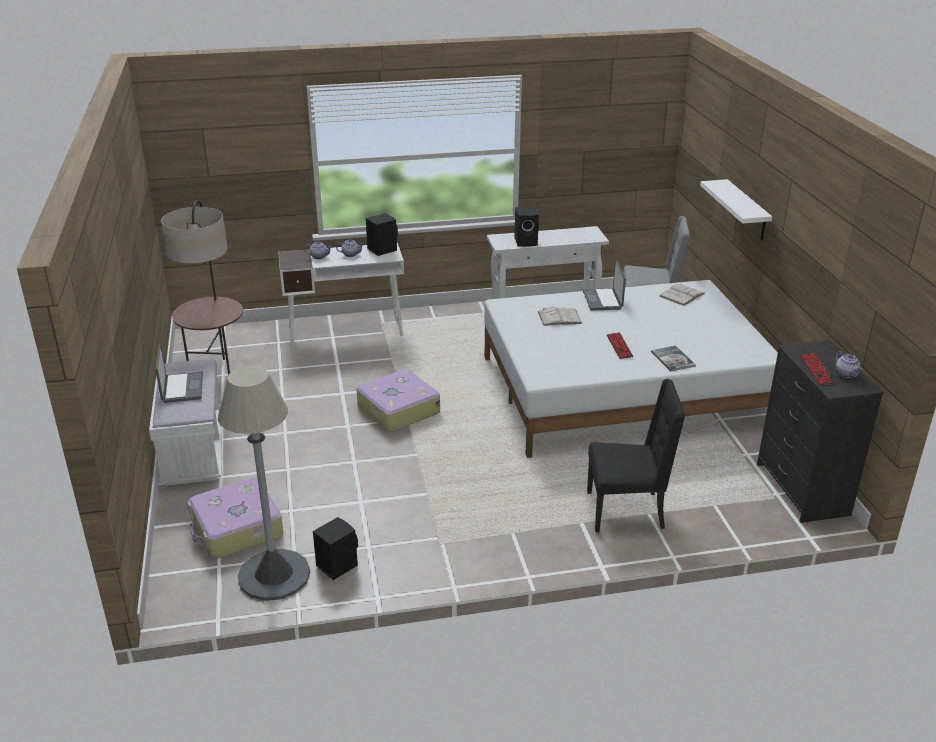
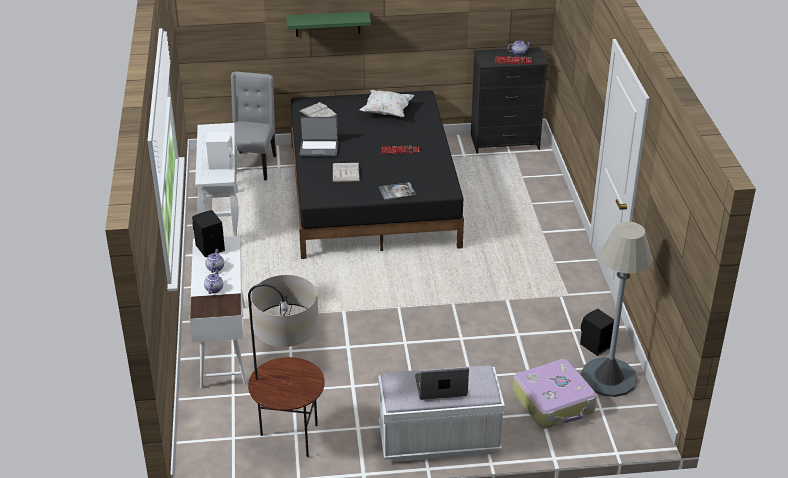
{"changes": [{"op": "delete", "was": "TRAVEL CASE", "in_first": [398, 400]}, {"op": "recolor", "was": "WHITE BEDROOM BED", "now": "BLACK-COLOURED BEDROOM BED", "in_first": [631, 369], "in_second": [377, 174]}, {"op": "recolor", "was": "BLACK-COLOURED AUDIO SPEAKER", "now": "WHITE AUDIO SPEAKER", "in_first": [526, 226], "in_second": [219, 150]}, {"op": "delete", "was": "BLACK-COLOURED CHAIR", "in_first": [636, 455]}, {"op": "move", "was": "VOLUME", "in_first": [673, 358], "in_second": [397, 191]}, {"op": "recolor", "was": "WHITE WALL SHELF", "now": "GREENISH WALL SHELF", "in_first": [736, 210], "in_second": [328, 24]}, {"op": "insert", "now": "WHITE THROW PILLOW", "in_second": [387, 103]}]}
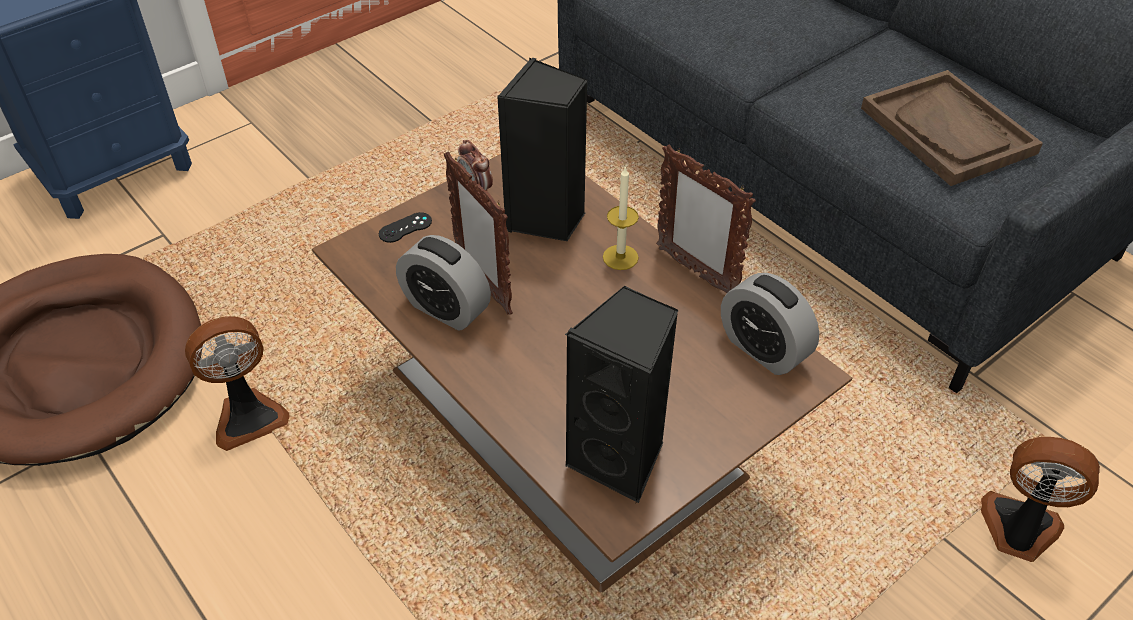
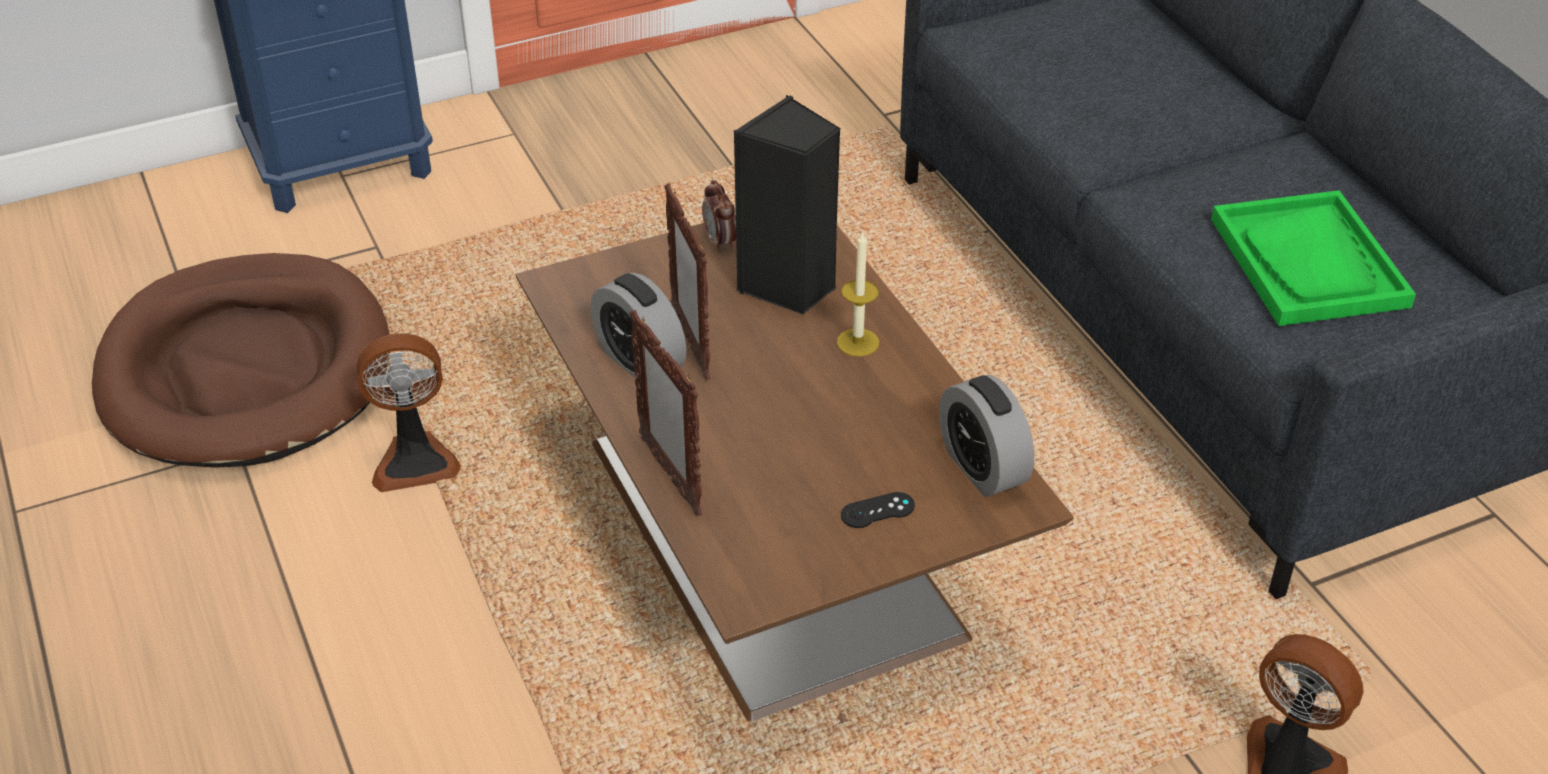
{"changes": [{"op": "move", "was": "BLACK-COLOURED GAME CONTROLLER", "in_first": [405, 227], "in_second": [878, 510]}, {"op": "delete", "was": "BLACK-COLOURED AUDIO SPEAKER", "in_first": [621, 394]}, {"op": "move", "was": "STANDING FRAME", "in_first": [706, 218], "in_second": [665, 413]}, {"op": "recolor", "was": "BROWN TRAY", "now": "GREENISH TRAY", "in_first": [952, 128], "in_second": [1313, 258]}]}
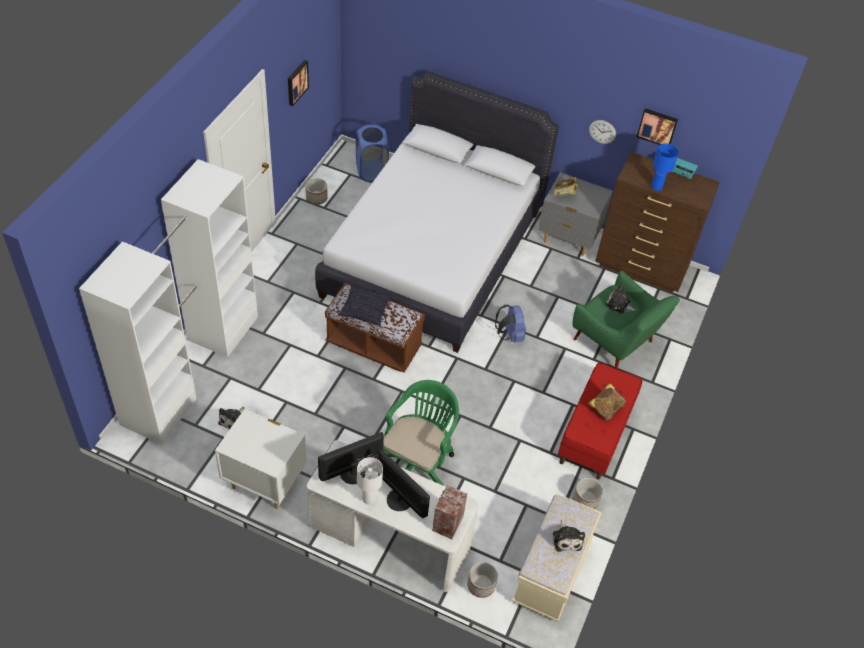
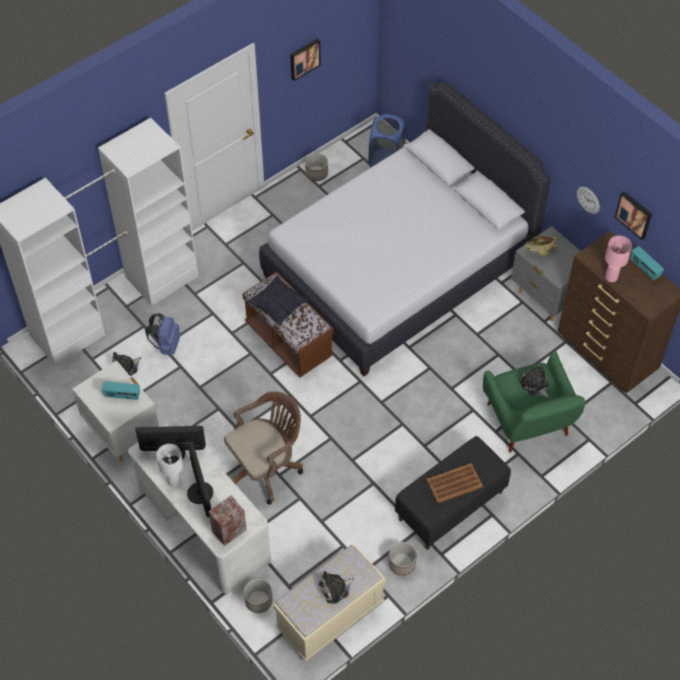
{"changes": [{"op": "recolor", "was": "GREENISH COMPUTER CHAIR", "now": "BROWN COMPUTER CHAIR", "in_first": [421, 433], "in_second": [263, 447]}, {"op": "move", "was": "BLUE BACKPACK", "in_first": [510, 323], "in_second": [163, 334]}, {"op": "rotate", "was": "SOFT TOY", "in_first": [569, 536], "in_second": [336, 587], "clockwise": 45}, {"op": "recolor", "was": "RED INDOOR BENCH", "now": "BLACK-COLOURED INDOOR BENCH", "in_first": [600, 421], "in_second": [453, 493]}, {"op": "replace", "was": "VOLUME", "now": "BROWN TRAY", "in_first": [607, 402], "in_second": [454, 483]}, {"op": "recolor", "was": "BLUE TABLE LAMP", "now": "PINK TABLE LAMP", "in_first": [665, 167], "in_second": [618, 259]}, {"op": "insert", "now": "RADIO", "in_second": [121, 390]}]}
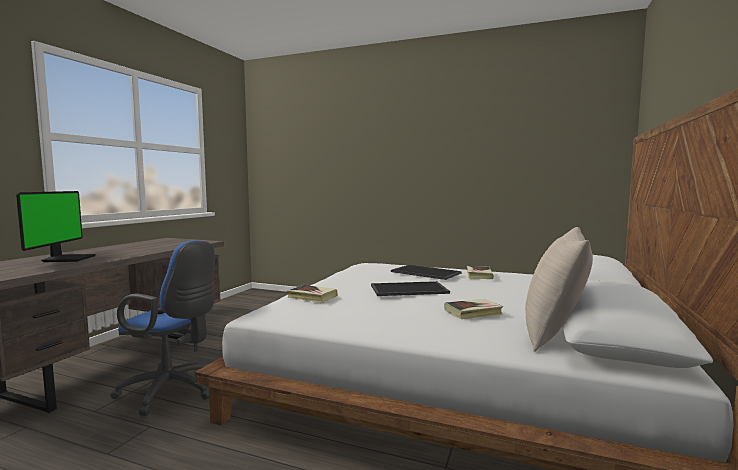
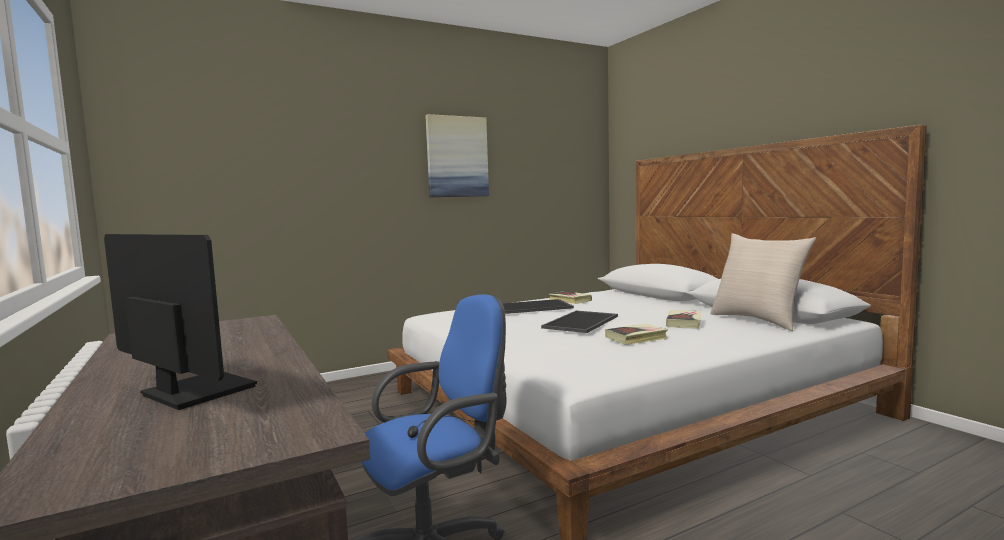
{"changes": [{"op": "move", "was": "VOLUME", "in_first": [312, 294], "in_second": [636, 334]}, {"op": "insert", "now": "WALL ART", "in_second": [457, 155]}]}
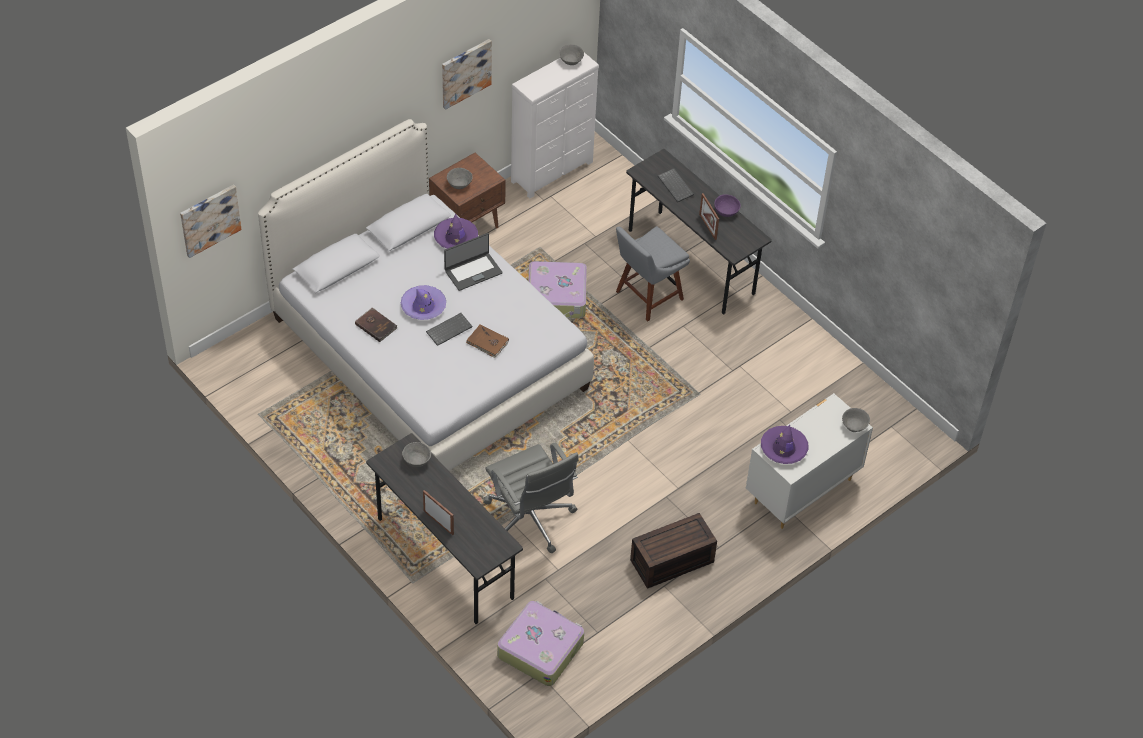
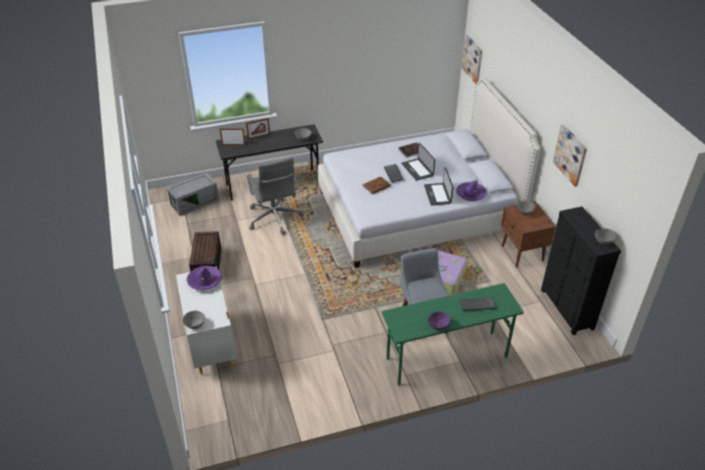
{"changes": [{"op": "replace", "was": "PURPLE HAT", "now": "LAPTOP", "in_first": [423, 302], "in_second": [418, 162]}, {"op": "rotate", "was": "GREYISH COMPUTER CHAIR", "in_first": [531, 498], "in_second": [275, 196], "clockwise": -105}, {"op": "replace", "was": "TRAVEL CASE", "now": "GREYISH STORAGE BOX", "in_first": [540, 643], "in_second": [193, 194]}, {"op": "recolor", "was": "WHITE CHEST OF DRAWERS", "now": "BLACK-COLOURED CHEST OF DRAWERS", "in_first": [555, 126], "in_second": [581, 270]}, {"op": "recolor", "was": "GREYISH DESK", "now": "GREENISH DESK", "in_first": [699, 231], "in_second": [453, 334]}, {"op": "move", "was": "STANDING FRAME", "in_first": [709, 216], "in_second": [233, 136]}]}
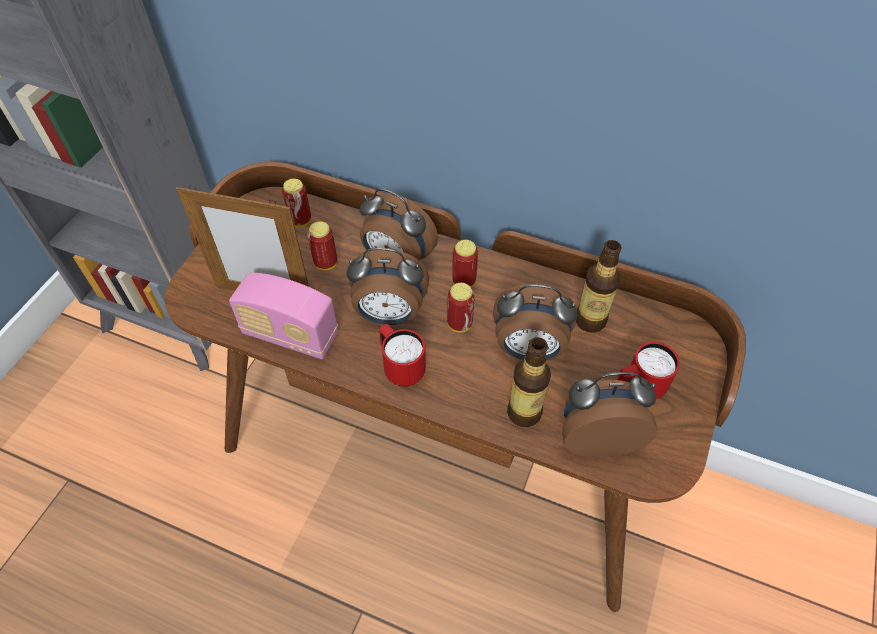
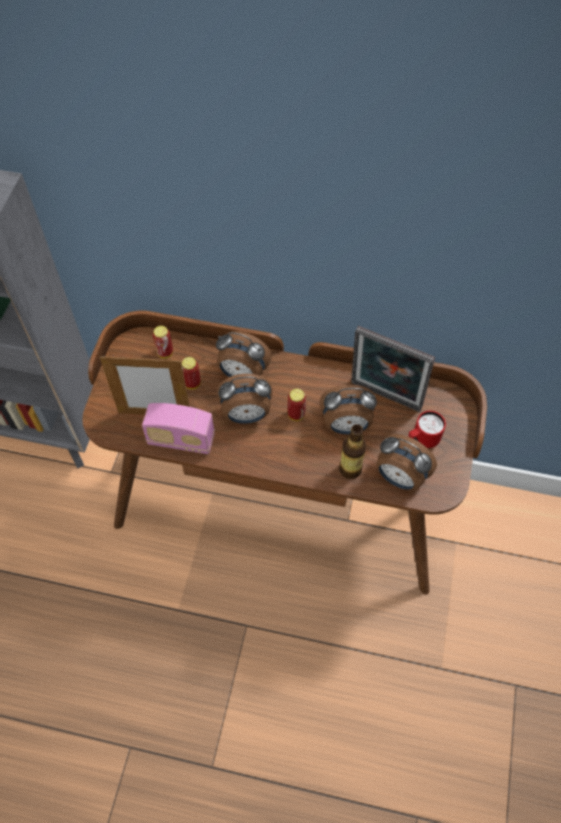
{"changes": [{"op": "delete", "was": "RED COFFEE MUG", "in_first": [402, 355]}, {"op": "delete", "was": "SEALED CAN", "in_first": [465, 263]}, {"op": "rotate", "was": "BEDSIDE CLOCK", "in_first": [610, 415], "in_second": [406, 462], "clockwise": -135}, {"op": "replace", "was": "DRINK BOTTLE", "now": "STANDING FRAME", "in_first": [598, 286], "in_second": [393, 369]}]}
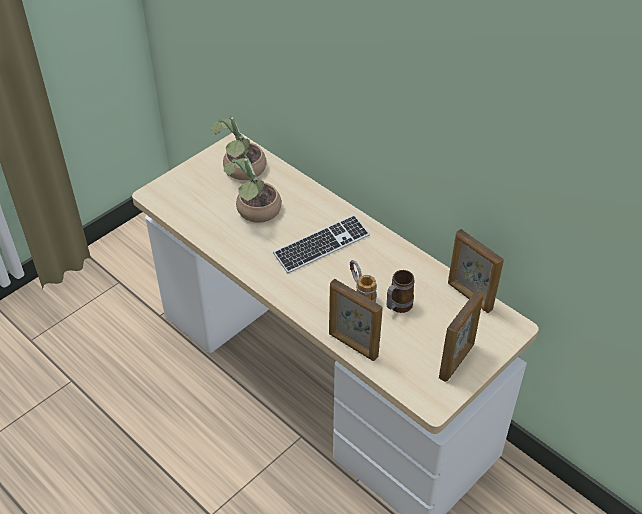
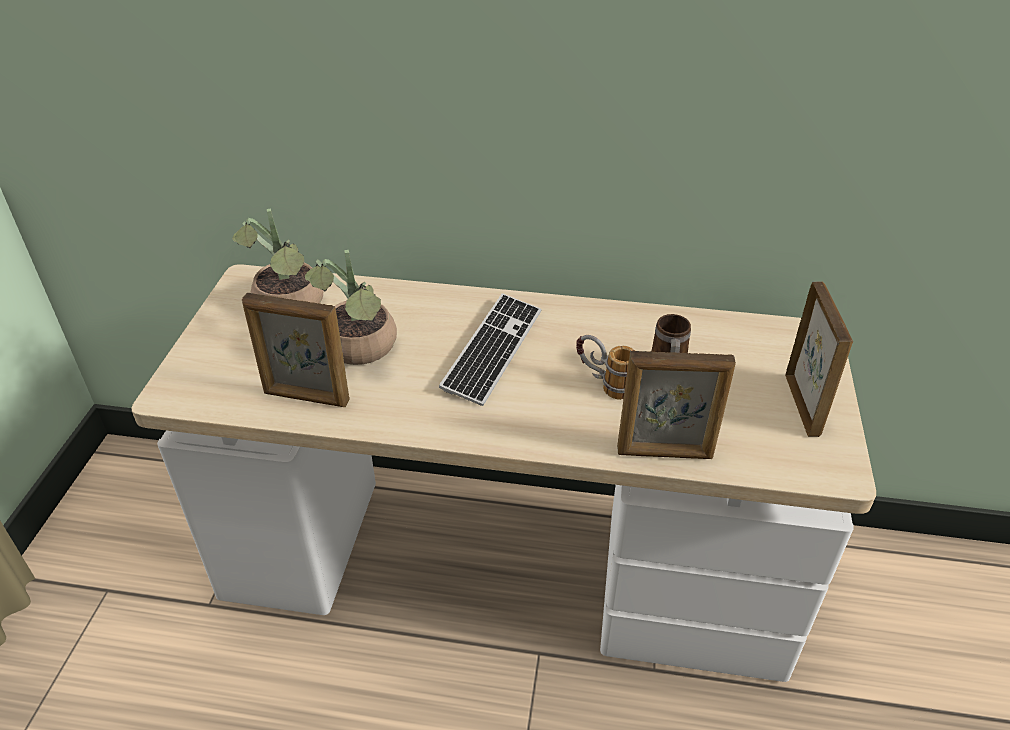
{"changes": [{"op": "move", "was": "STANDING FRAME", "in_first": [476, 271], "in_second": [296, 349]}]}
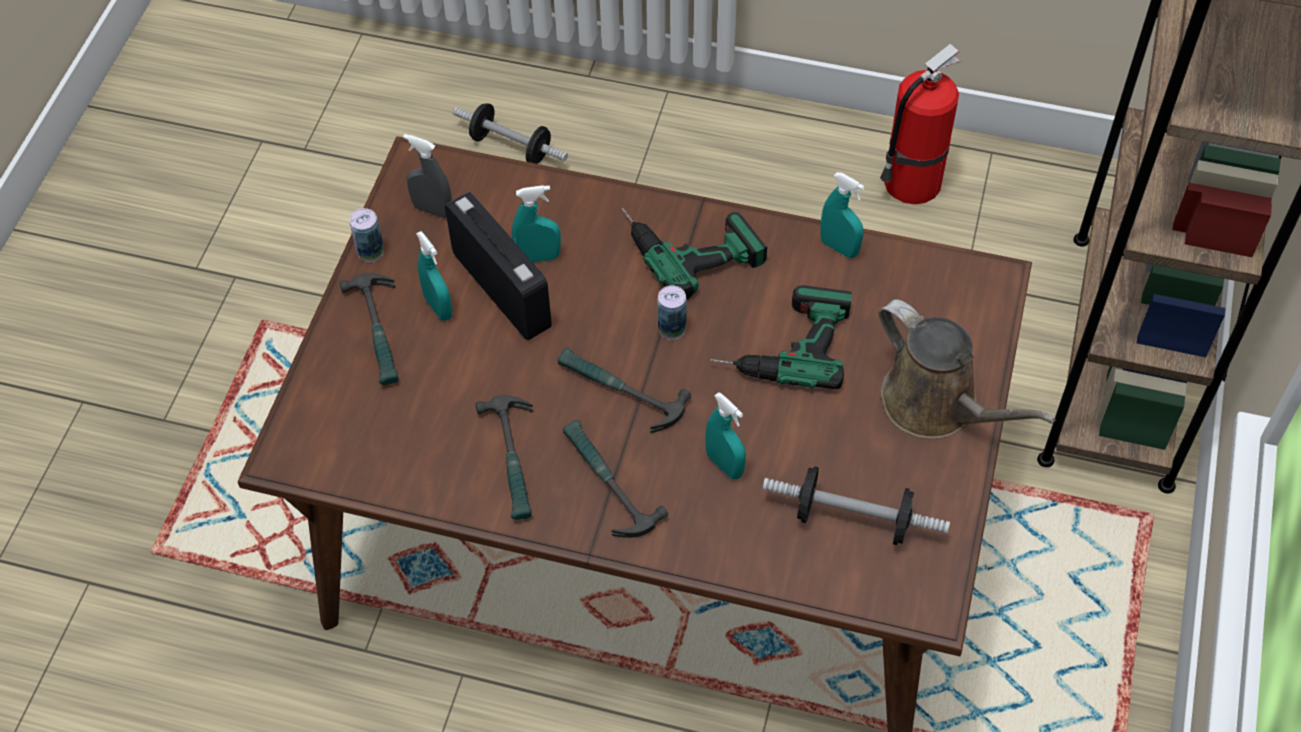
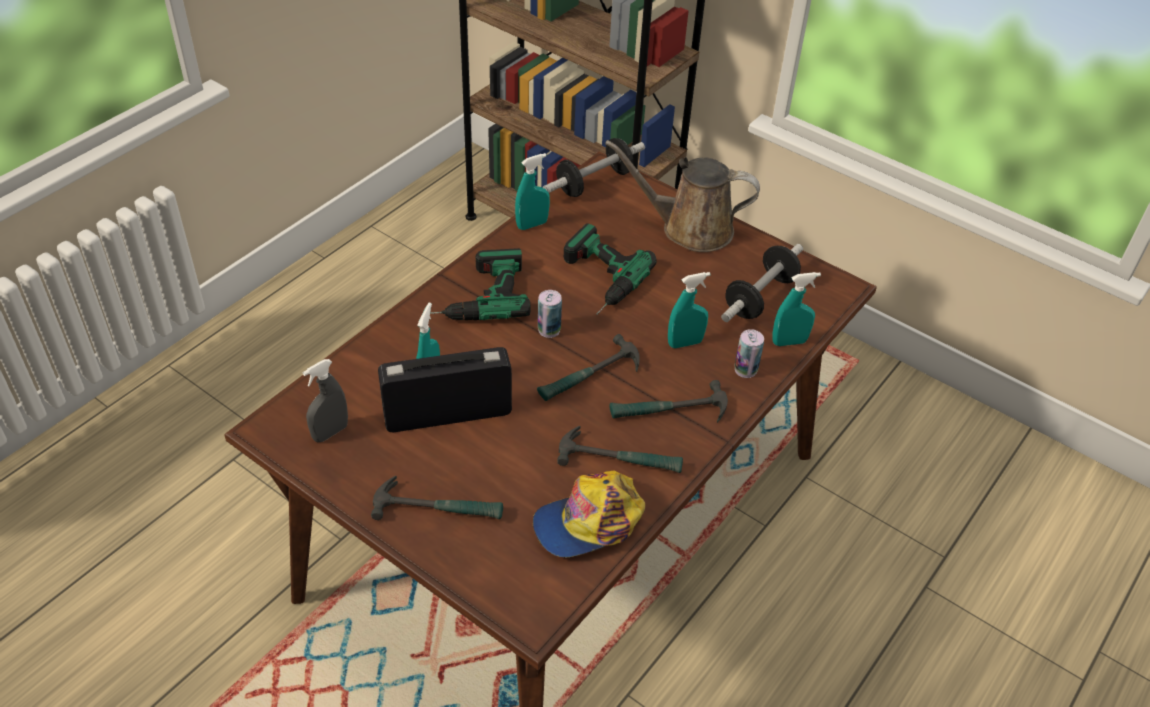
{"changes": [{"op": "move", "was": "SEALED CAN", "in_first": [367, 235], "in_second": [749, 353]}, {"op": "move", "was": "TURQUOISE HAND SPRAYER", "in_first": [434, 276], "in_second": [796, 309]}, {"op": "move", "was": "FREE WEIGHT", "in_first": [510, 133], "in_second": [594, 167]}, {"op": "rotate", "was": "BROWN WATERING CAN", "in_first": [967, 369], "in_second": [682, 196], "clockwise": -150}, {"op": "delete", "was": "EXTINGUISHER", "in_first": [920, 124]}, {"op": "insert", "now": "PEAKED CAP", "in_second": [589, 514]}]}
